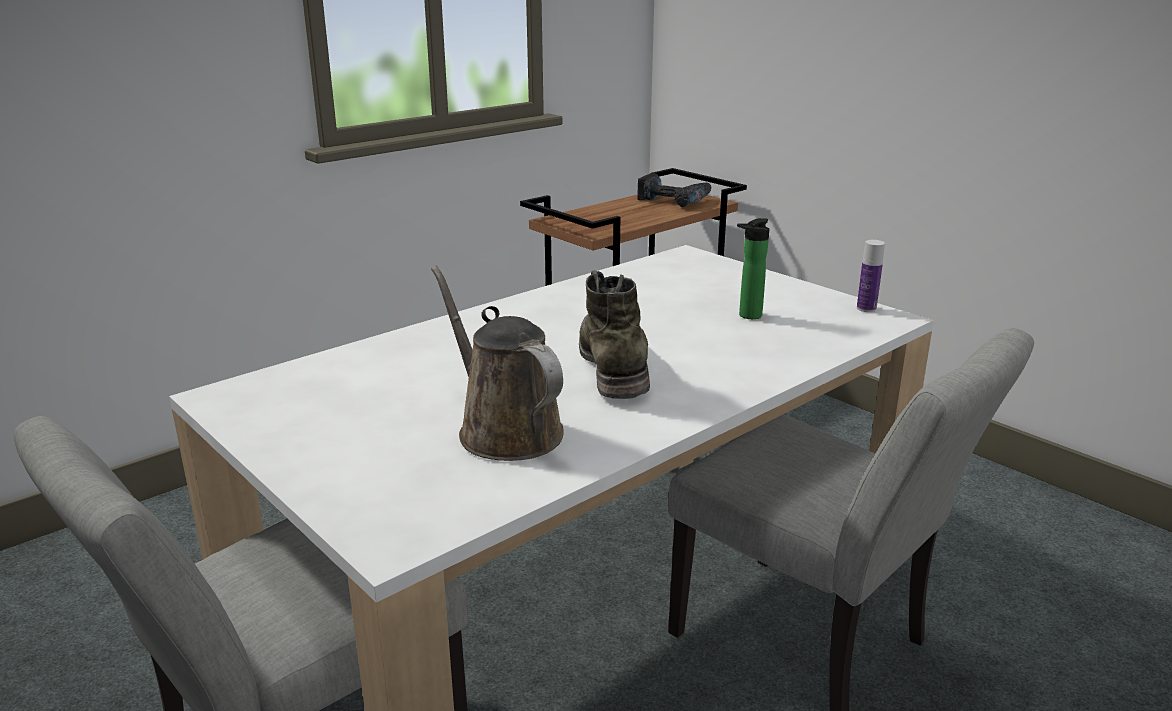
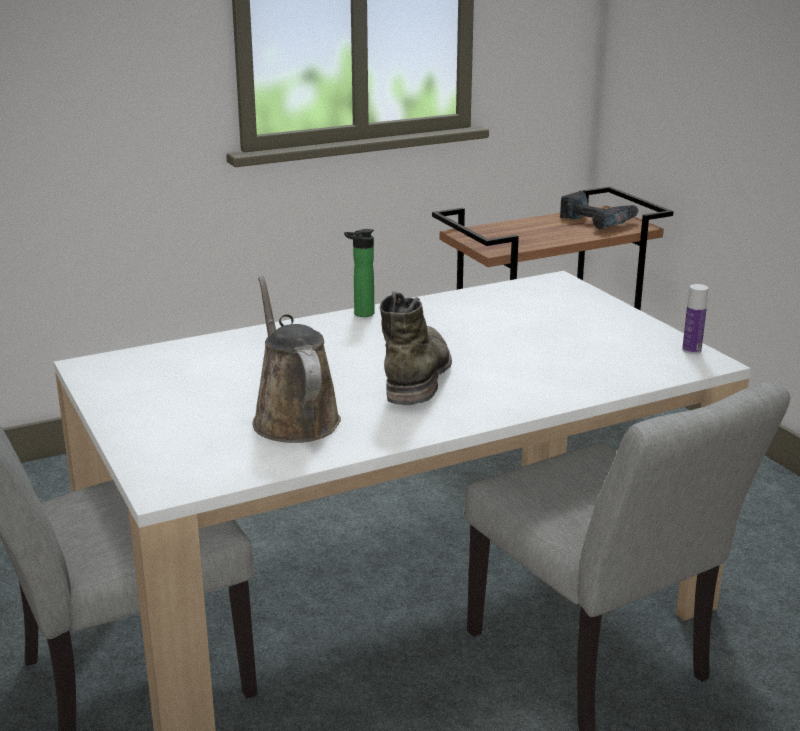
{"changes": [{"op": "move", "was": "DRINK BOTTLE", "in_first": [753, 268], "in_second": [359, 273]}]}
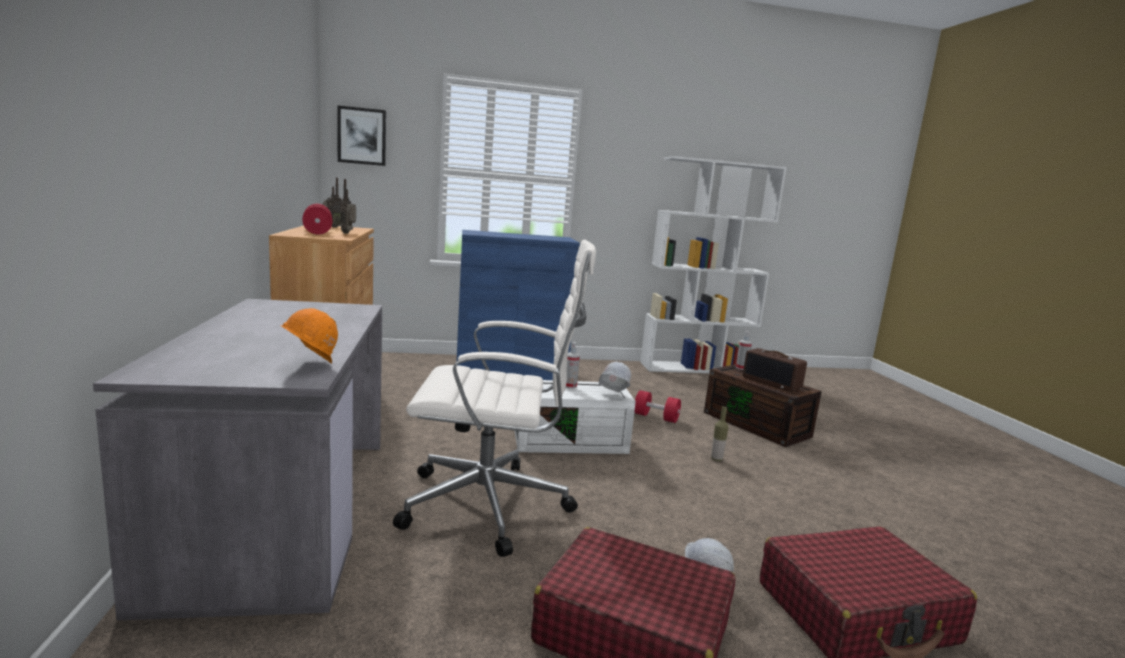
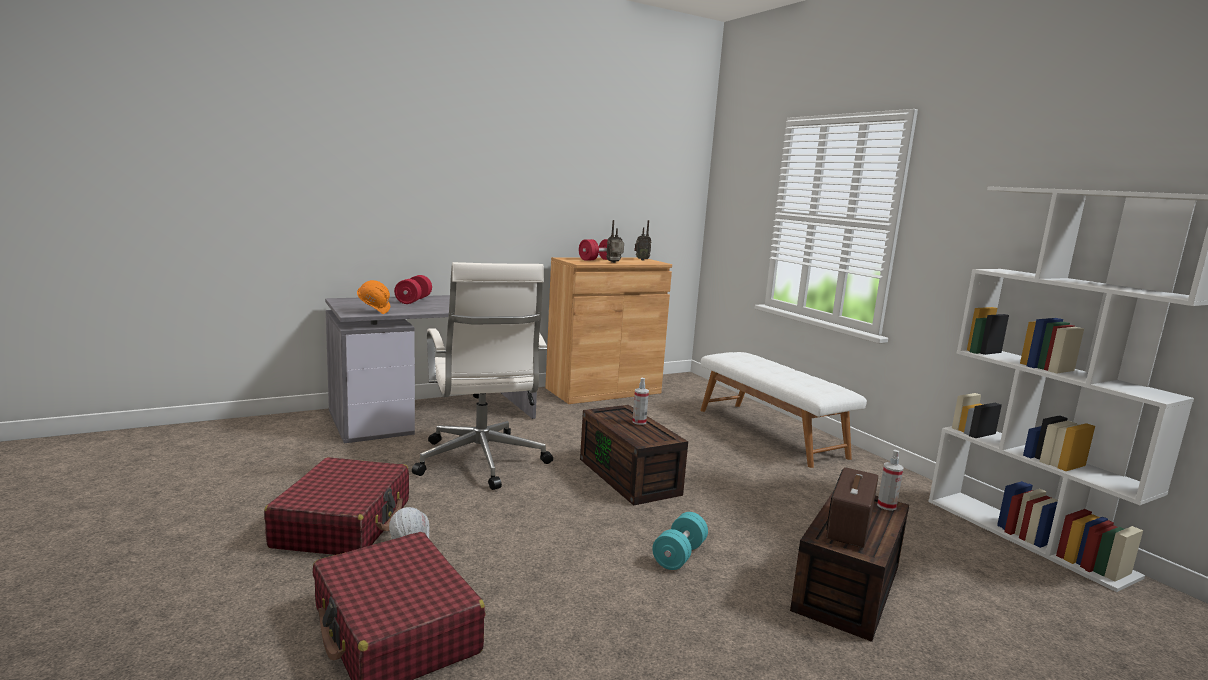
{"changes": [{"op": "delete", "was": "WALL ART", "in_first": [362, 135]}, {"op": "replace", "was": "BLUE CUPBOARD", "now": "WHITE INDOOR BENCH", "in_first": [518, 305], "in_second": [783, 410]}, {"op": "recolor", "was": "WHITE STORAGE BOX", "now": "BROWN STORAGE BOX", "in_first": [575, 417], "in_second": [634, 455]}, {"op": "delete", "was": "WHITE SAFETY HELMET", "in_first": [615, 377]}, {"op": "move", "was": "RED FREE WEIGHT", "in_first": [657, 406], "in_second": [413, 289]}, {"op": "replace", "was": "DRINK BOTTLE", "now": "TURQUOISE FREE WEIGHT", "in_first": [719, 433], "in_second": [680, 541]}]}
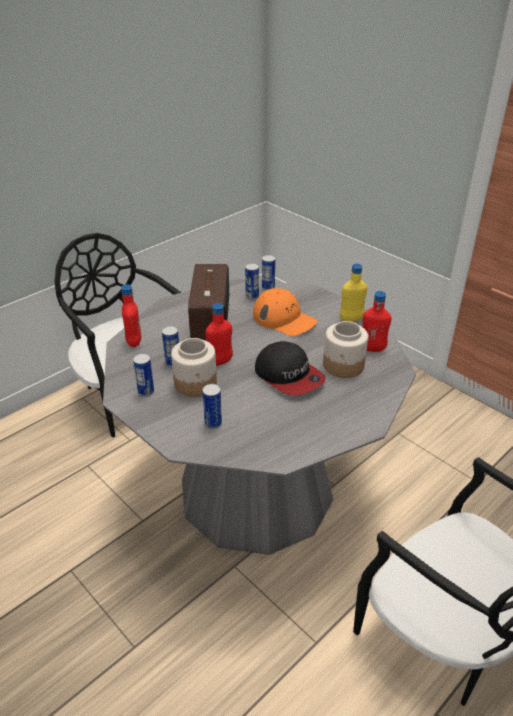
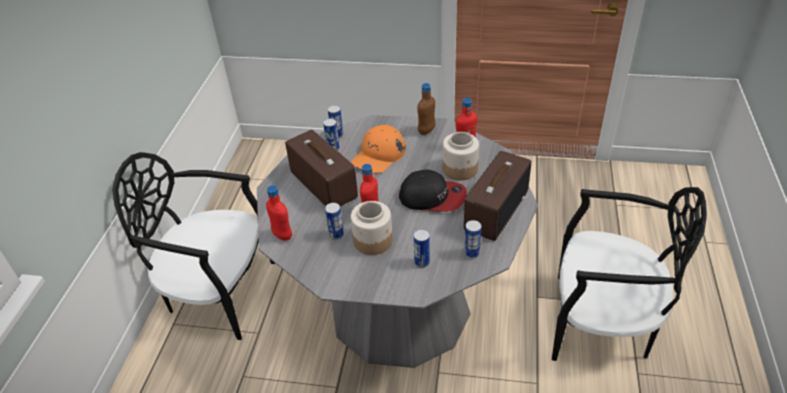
{"changes": [{"op": "move", "was": "SEALED CAN", "in_first": [143, 375], "in_second": [472, 239]}, {"op": "rotate", "was": "ORANGEY PEAKED CAP", "in_first": [285, 312], "in_second": [378, 149], "clockwise": 120}, {"op": "recolor", "was": "YELLOWISH DRINK BOTTLE", "now": "BROWN DRINK BOTTLE", "in_first": [353, 292], "in_second": [426, 109]}, {"op": "insert", "now": "RADIO", "in_second": [497, 196]}]}
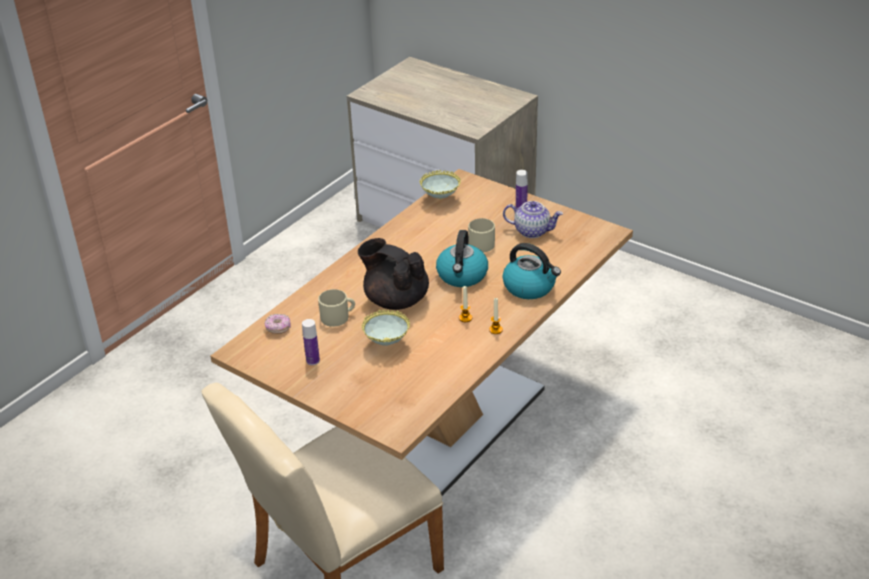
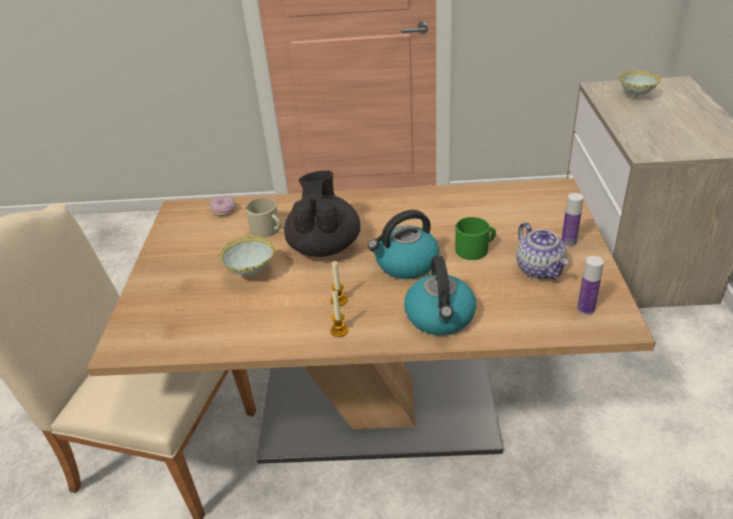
{"changes": [{"op": "move", "was": "DRINK BOTTLE", "in_first": [311, 342], "in_second": [590, 285]}, {"op": "move", "was": "BOWL", "in_first": [440, 185], "in_second": [640, 84]}, {"op": "recolor", "was": "SAND-COLOURED COFFEE MUG", "now": "GREENISH COFFEE MUG", "in_first": [481, 235], "in_second": [475, 238]}]}
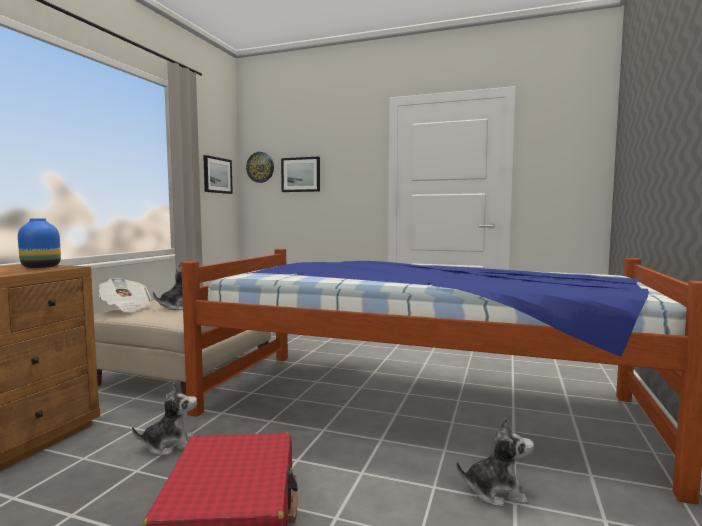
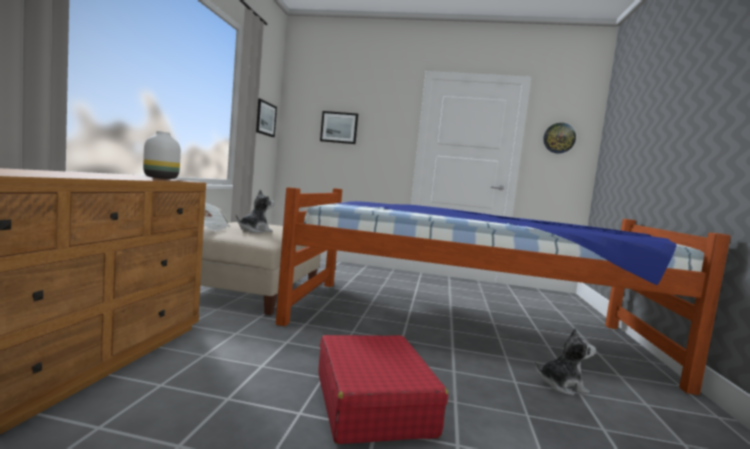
{"changes": [{"op": "recolor", "was": "BLUE DECORATIVE VASE", "now": "WHITE DECORATIVE VASE", "in_first": [39, 243], "in_second": [162, 155]}, {"op": "delete", "was": "SOFT TOY", "in_first": [164, 419]}, {"op": "move", "was": "HANGING CLOCK", "in_first": [260, 167], "in_second": [559, 138]}]}
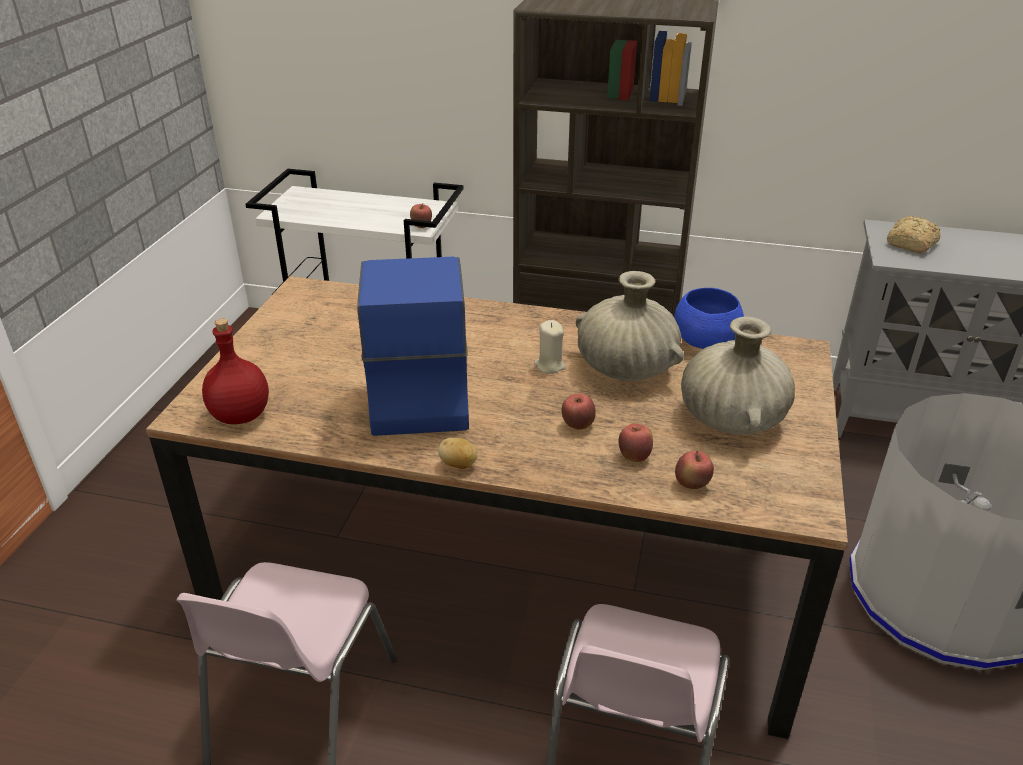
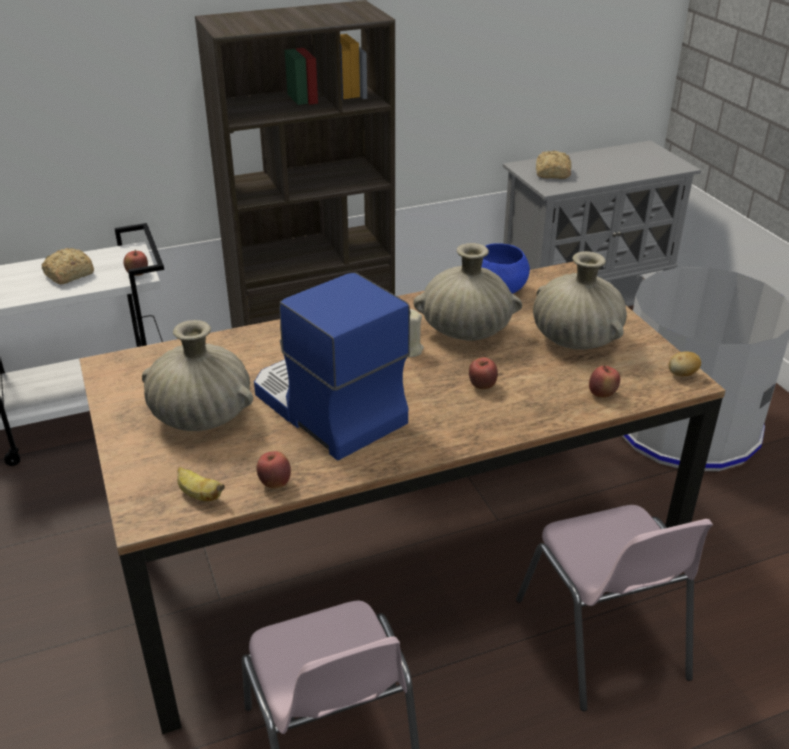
{"changes": [{"op": "replace", "was": "RED DRINK BOTTLE", "now": "BANANA", "in_first": [235, 371], "in_second": [201, 484]}, {"op": "move", "was": "SPUD", "in_first": [457, 453], "in_second": [685, 363]}, {"op": "move", "was": "APPLE", "in_first": [636, 443], "in_second": [274, 470]}, {"op": "insert", "now": "BREAD", "in_second": [67, 266]}, {"op": "insert", "now": "SAND-COLOURED DECORATIVE VASE", "in_second": [197, 375]}]}
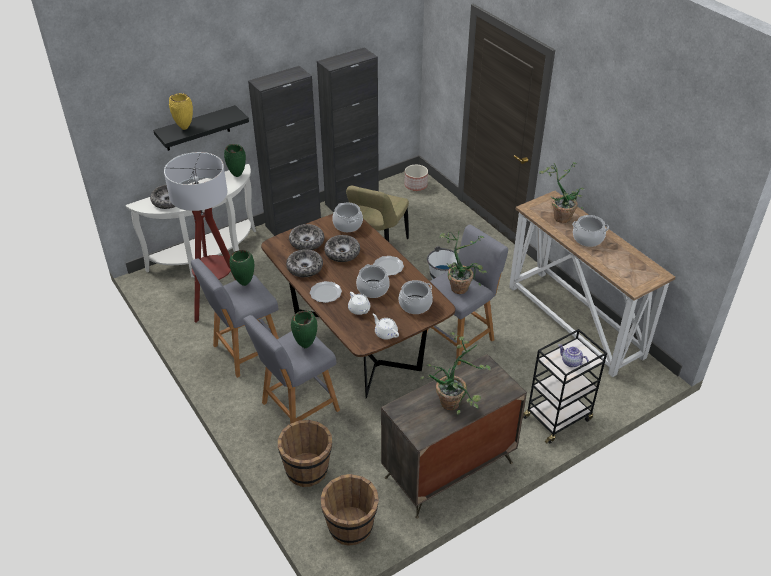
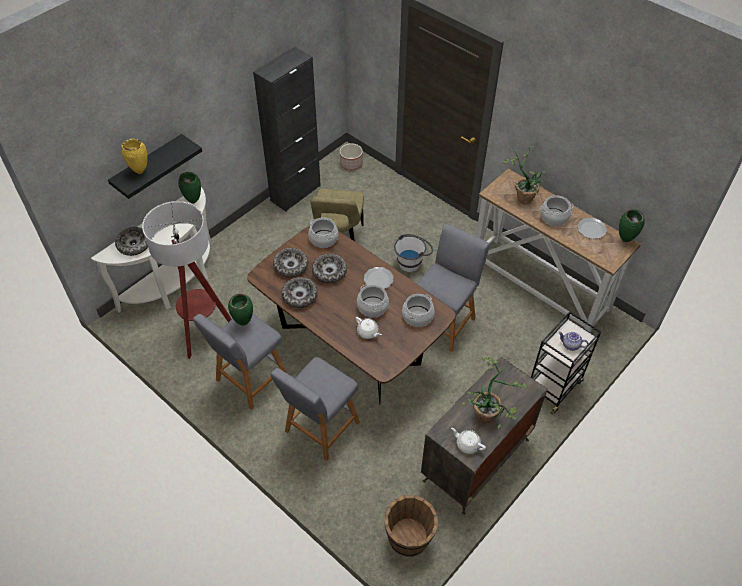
{"changes": [{"op": "delete", "was": "BLACK-COLOURED CUPBOARD", "in_first": [284, 151]}, {"op": "delete", "was": "BROWN BUCKET", "in_first": [305, 453]}, {"op": "move", "was": "GREENISH DECORATIVE VASE", "in_first": [304, 329], "in_second": [632, 225]}, {"op": "move", "was": "FLAT DISH", "in_first": [326, 292], "in_second": [592, 228]}, {"op": "move", "was": "WHITE TEAPOT", "in_first": [386, 326], "in_second": [468, 441]}, {"op": "delete", "was": "HOUSEPLANT", "in_first": [463, 262]}]}
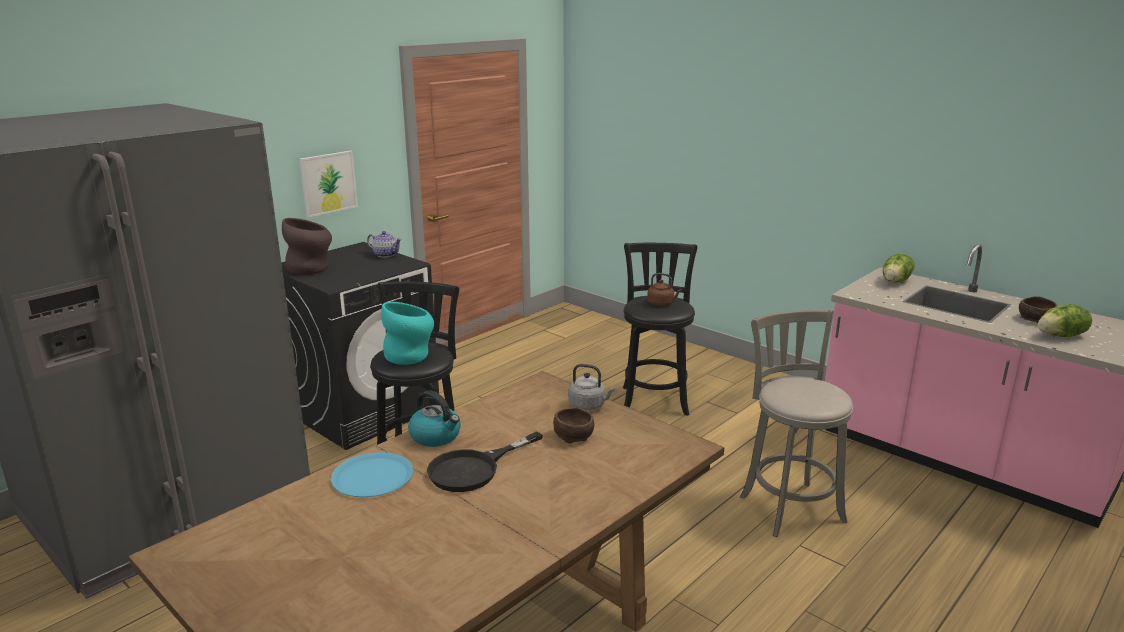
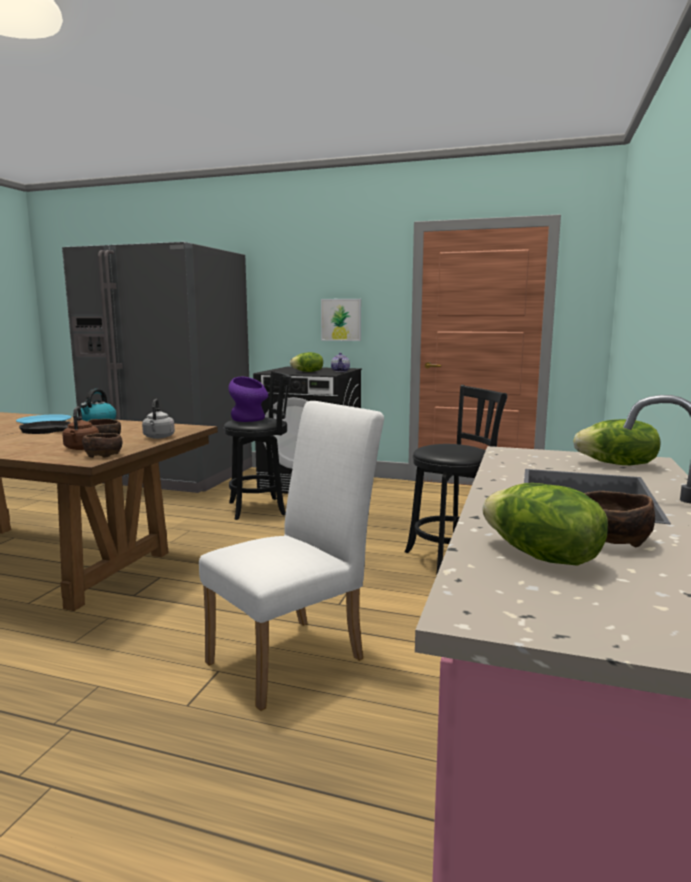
{"changes": [{"op": "delete", "was": "BROWN DECORATIVE VASE", "in_first": [307, 246]}, {"op": "recolor", "was": "TURQUOISE DECORATIVE VASE", "now": "PURPLE DECORATIVE VASE", "in_first": [407, 333], "in_second": [248, 399]}, {"op": "move", "was": "BROWN KETTLE", "in_first": [664, 289], "in_second": [80, 428]}, {"op": "replace", "was": "GREYISH SITTING STOOL", "now": "WHITE CHAIR", "in_first": [796, 423], "in_second": [291, 556]}, {"op": "insert", "now": "BROWN BOWL", "in_second": [102, 445]}, {"op": "insert", "now": "LETTUCE HEAD", "in_second": [306, 362]}]}
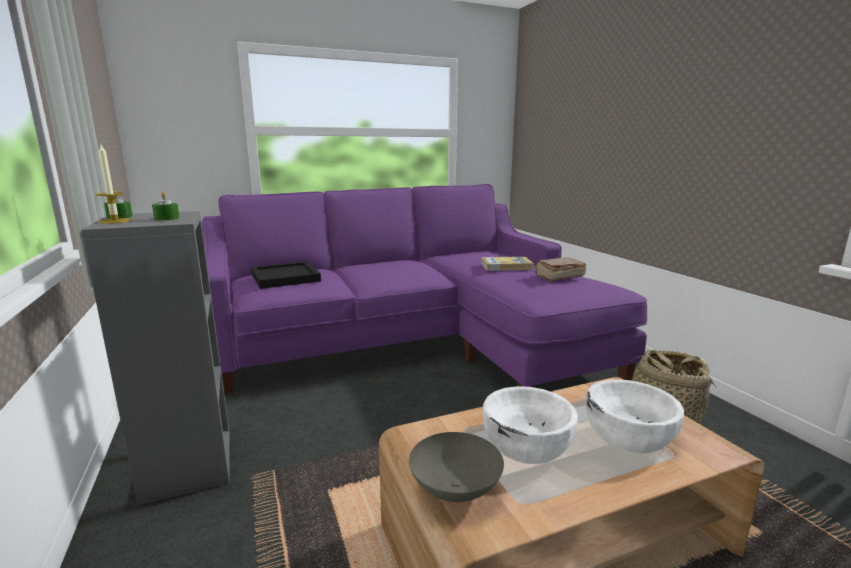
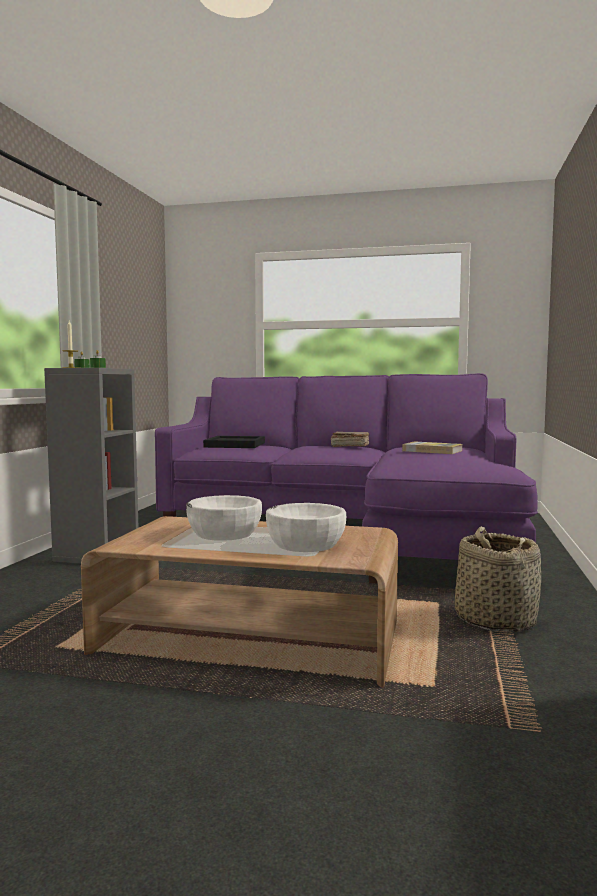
{"changes": [{"op": "delete", "was": "GREYISH BOWL", "in_first": [456, 467]}, {"op": "move", "was": "BROWN VOLUME", "in_first": [561, 269], "in_second": [350, 439]}]}
